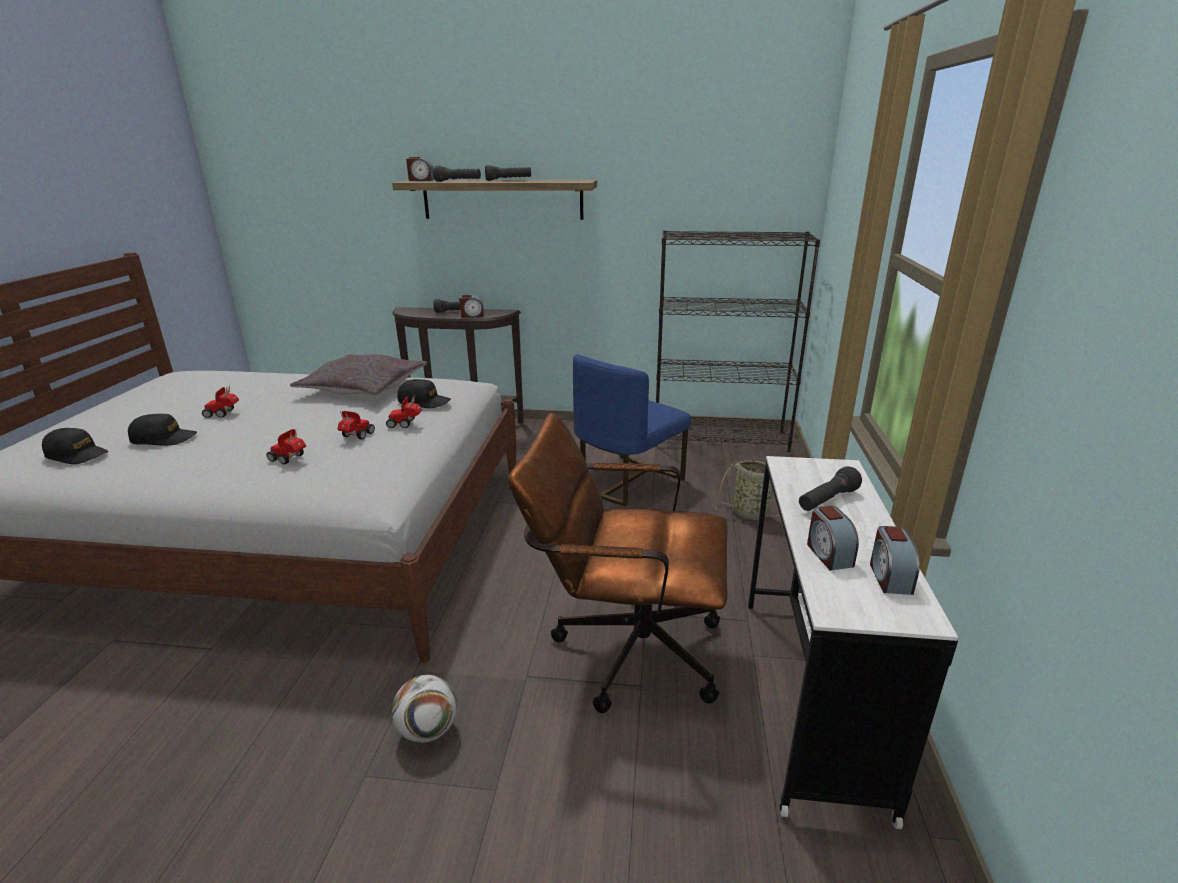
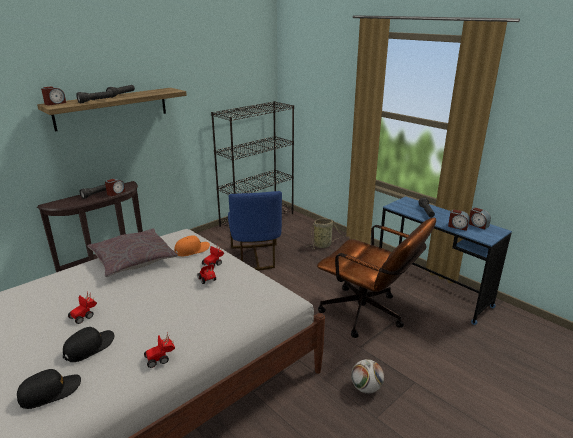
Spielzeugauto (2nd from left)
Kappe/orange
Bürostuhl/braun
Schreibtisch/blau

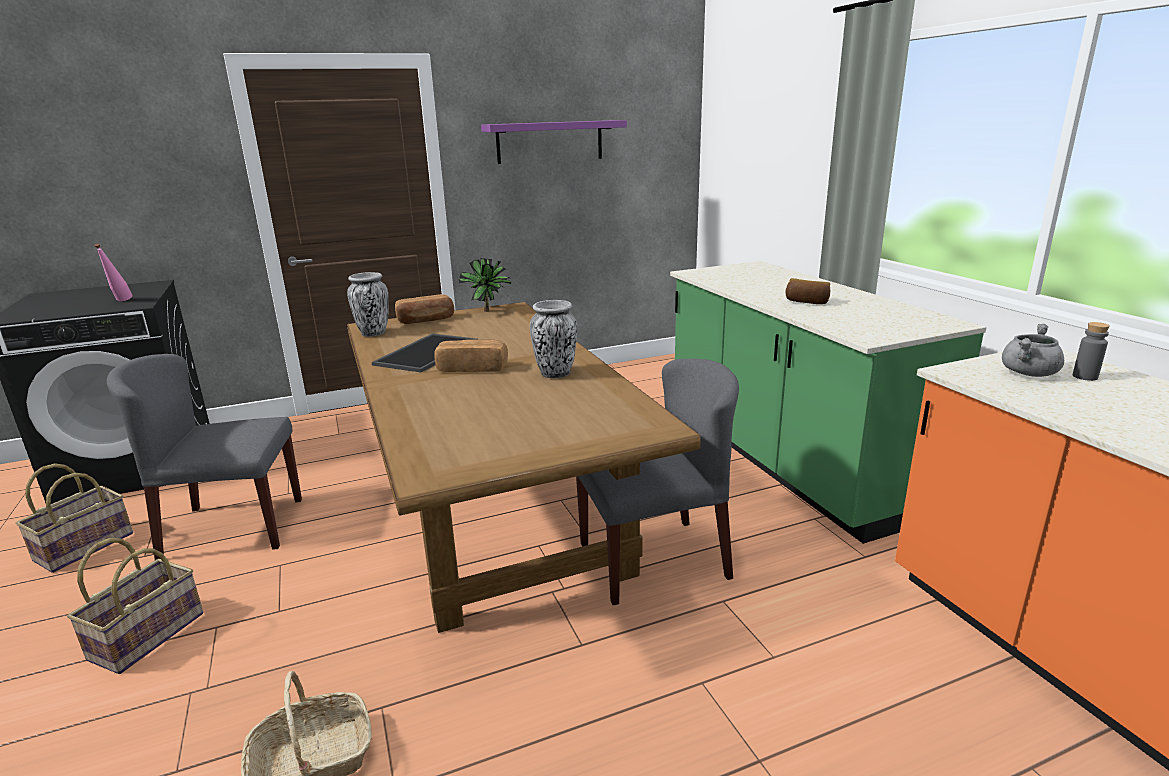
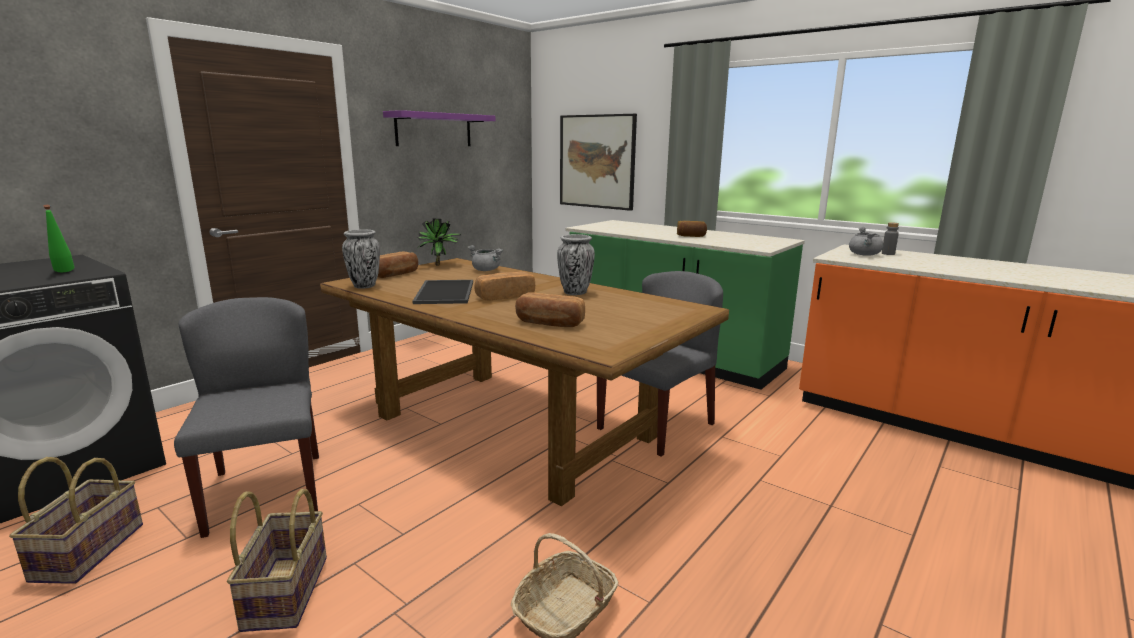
Flasche/grün
Stuhl/grau (1st from left)
Kochtopf/grau (1st from left)
Brot (3rd from left)
Bild

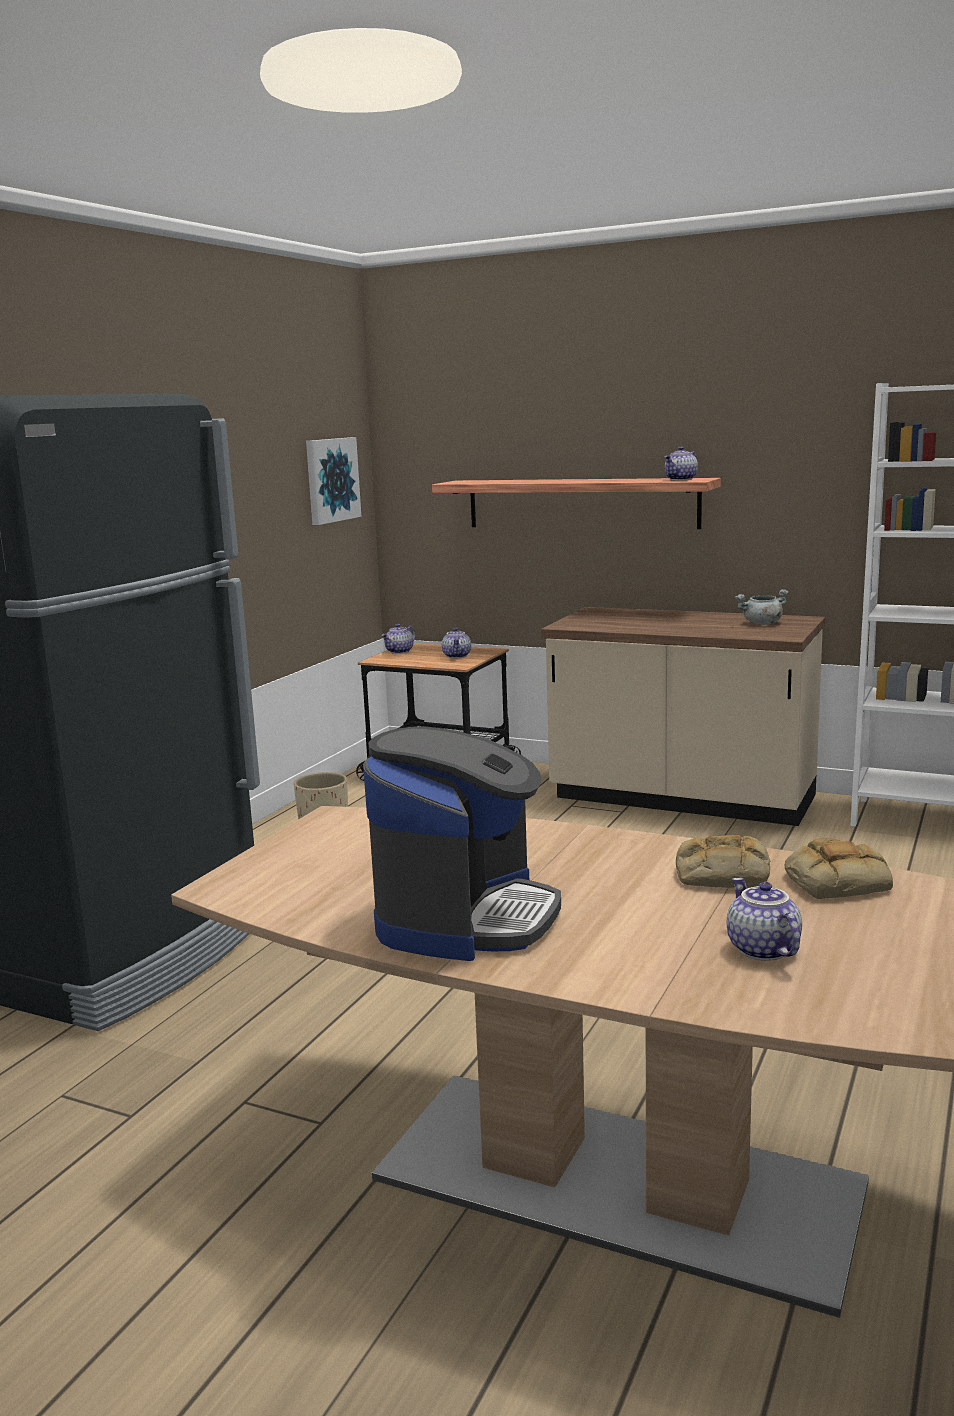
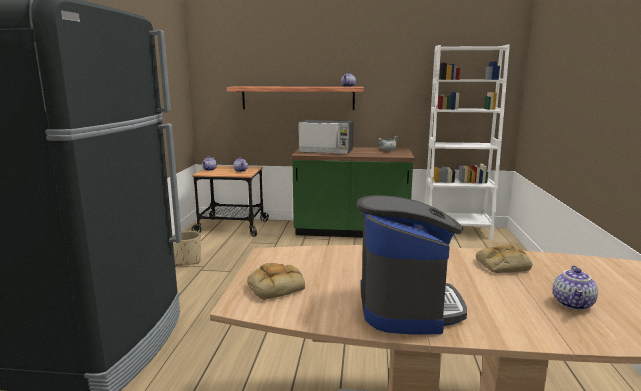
Brot (1st from left)
Küchenzeile/grün
Mikrowelle
Teekanne (4th from left)
Bild

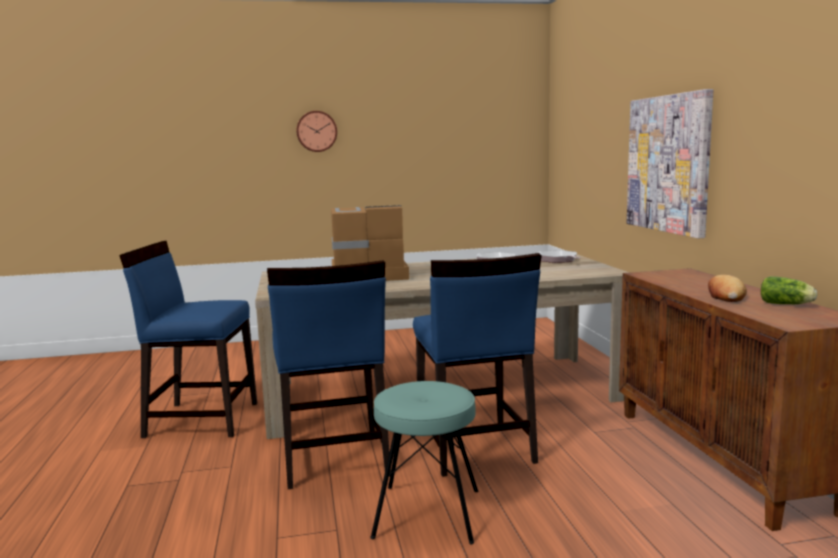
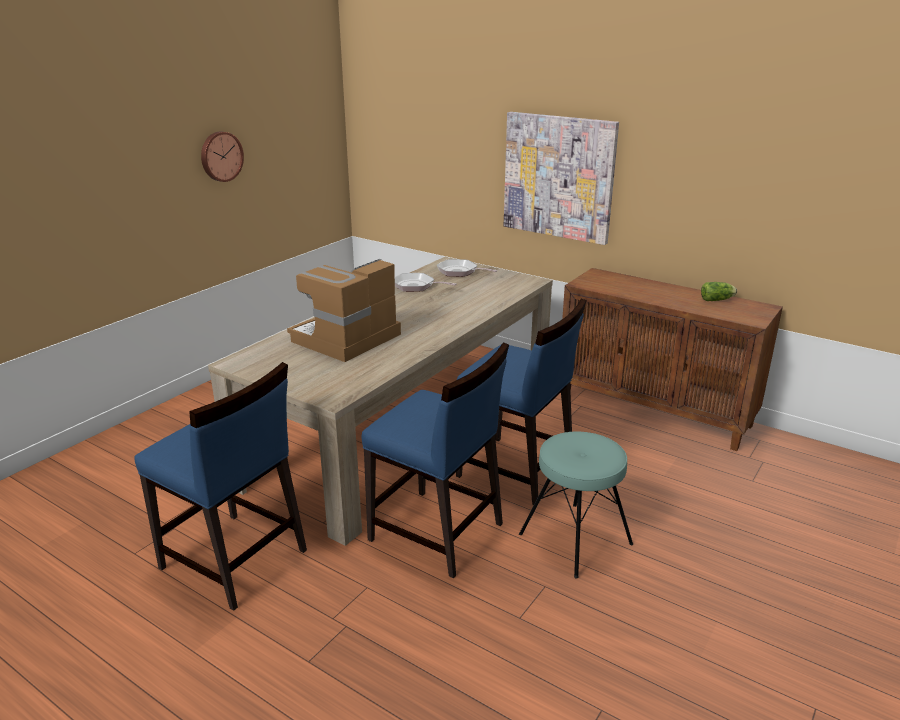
Stuhl/blau (1st from left)
Wanduhr
Brot

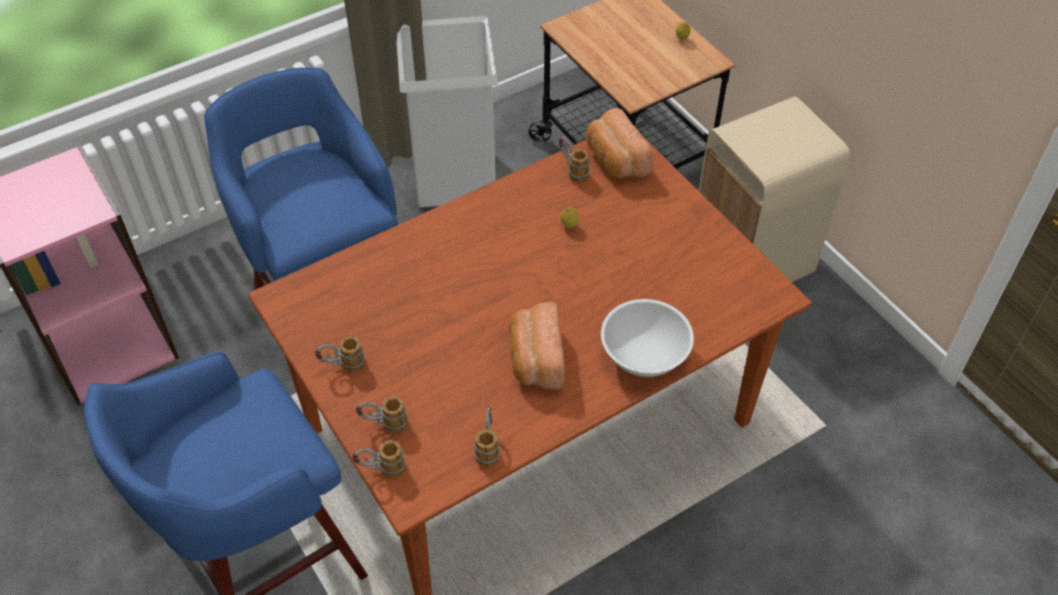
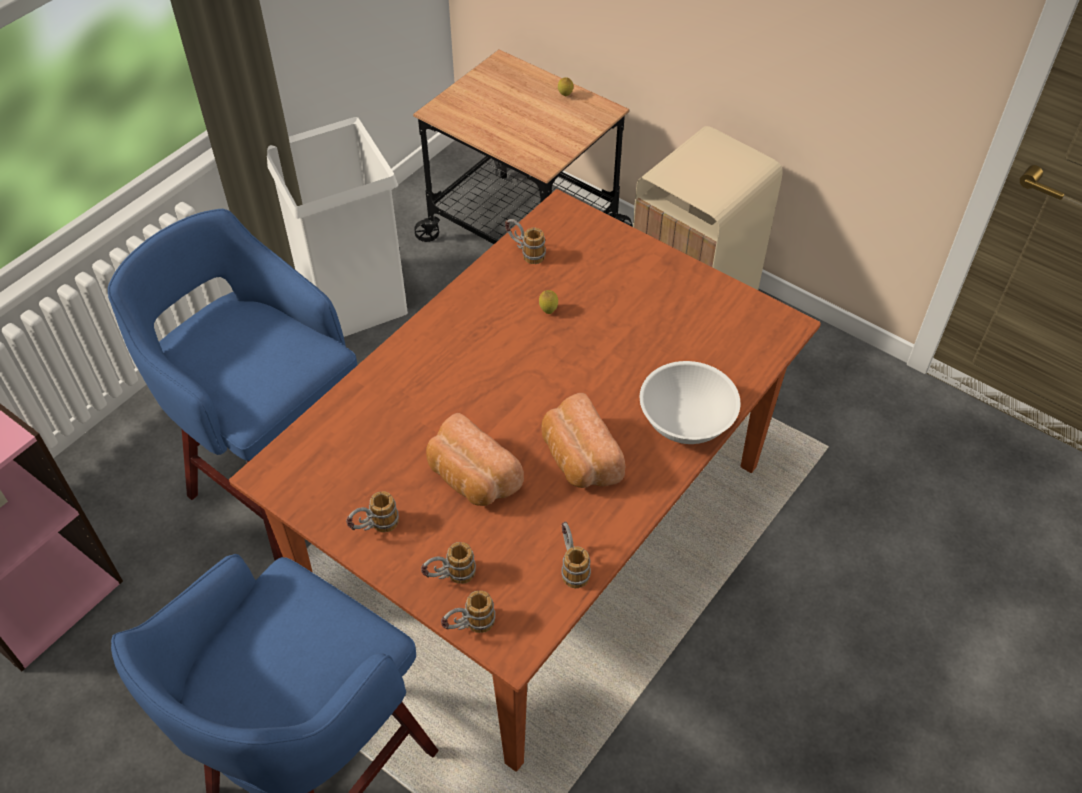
Brot (1st from left)

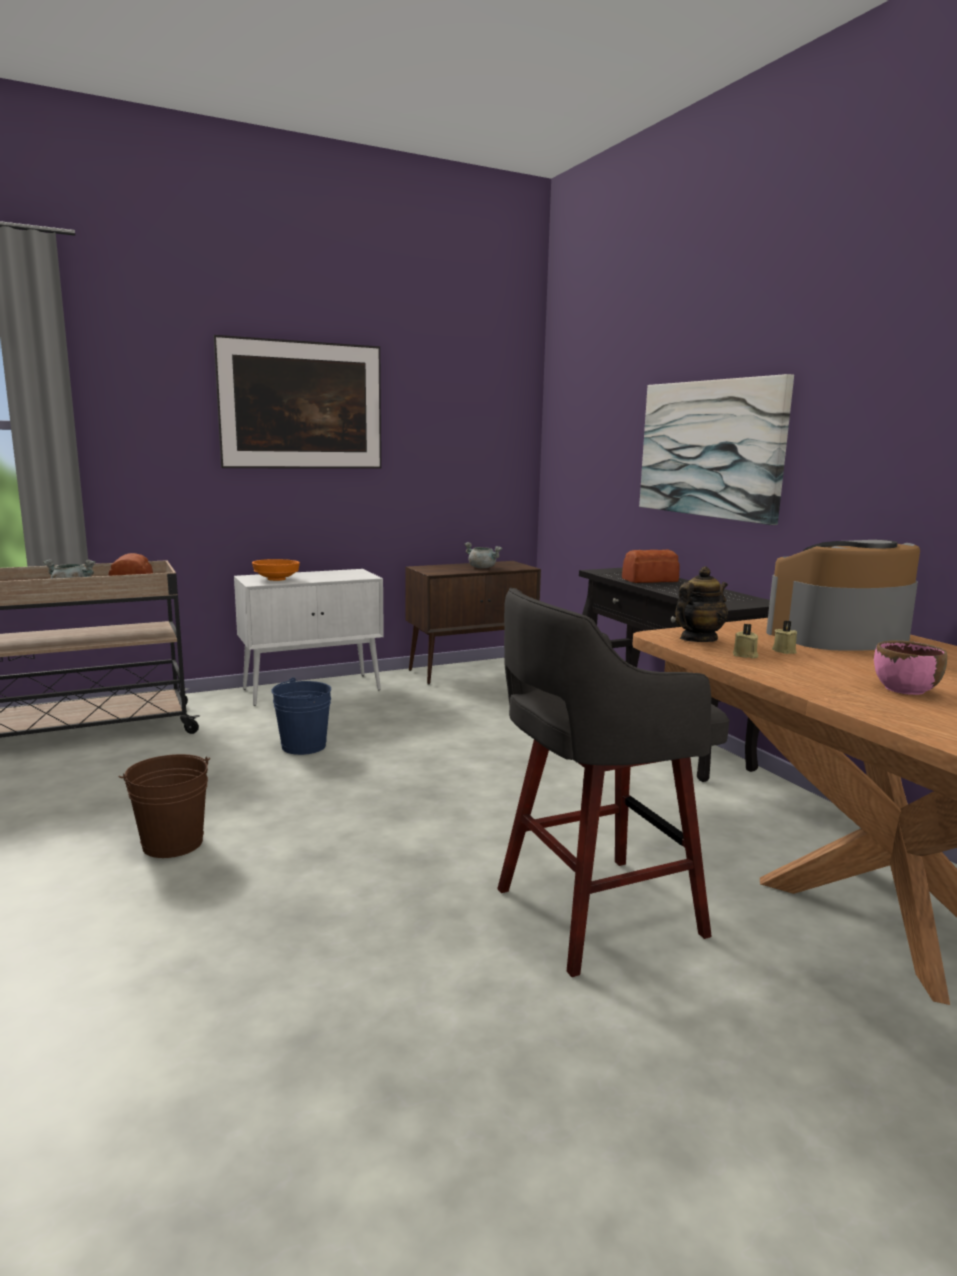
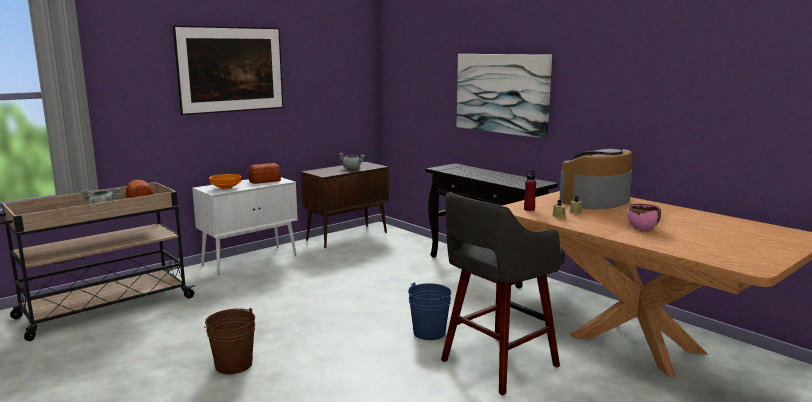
Brot (2nd from left)
Eimer/blau
Flasche/rot

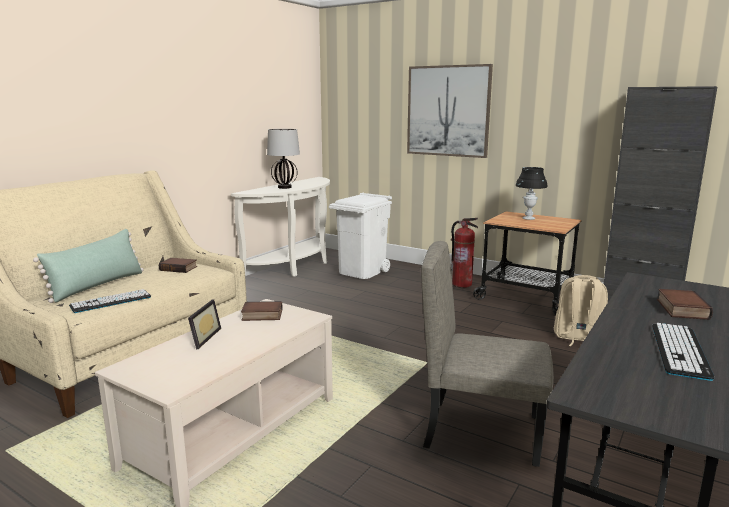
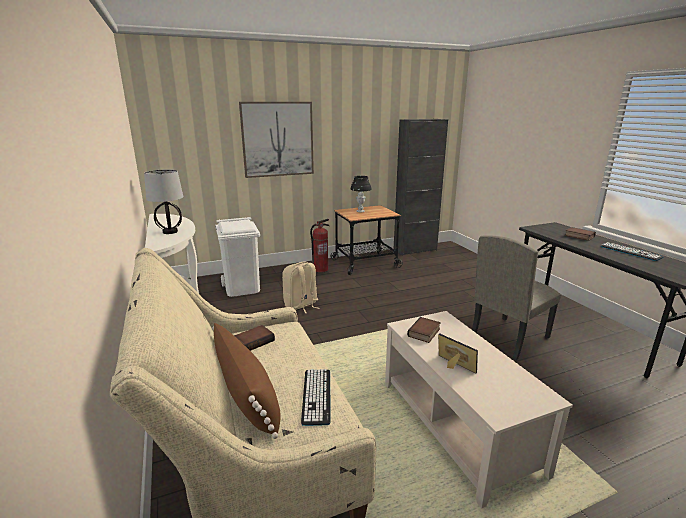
Kissen/braun
Rucksack/beige

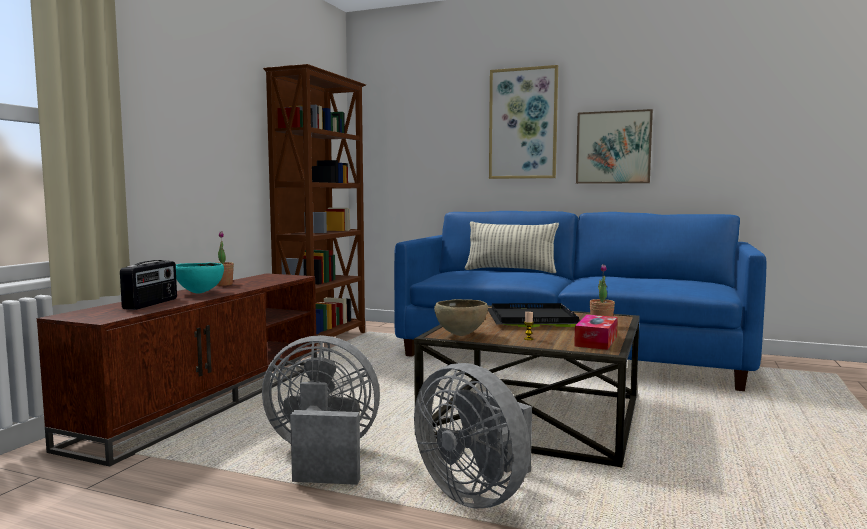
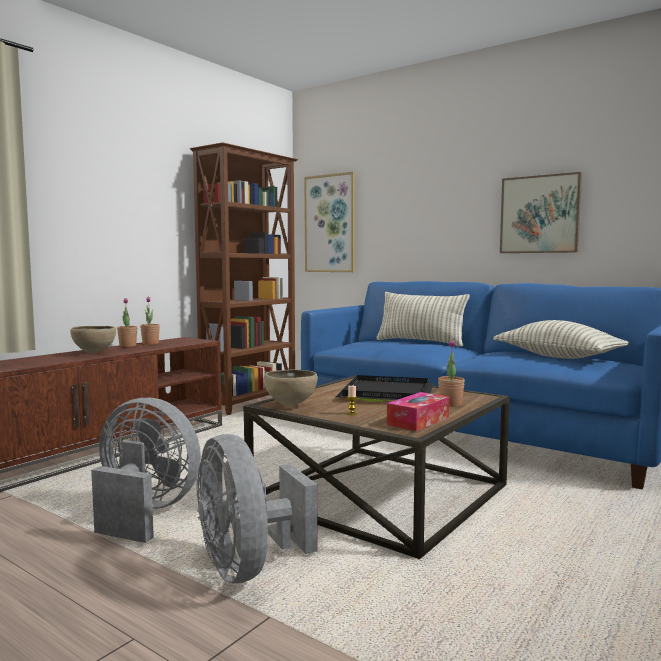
Schüssel/braun (1st from left)
Topfpflanze (2nd from left)
Bild (1st from left)
Kissen (2nd from left)
Radio

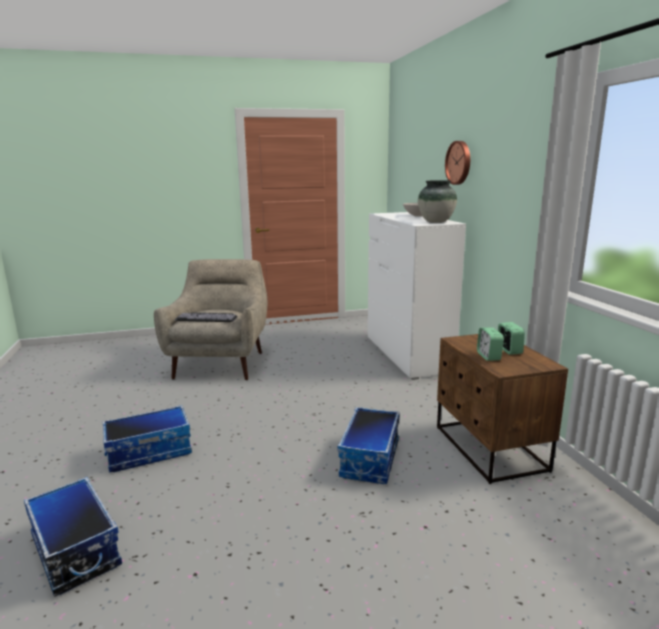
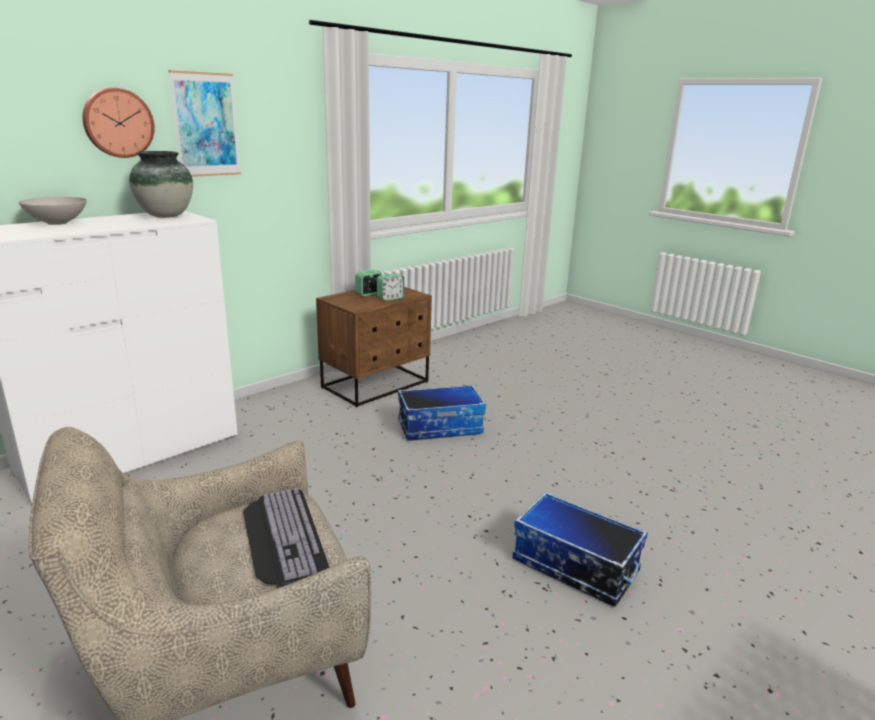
Bild
Aufbewahrungsbox (1st from left in the first image)

